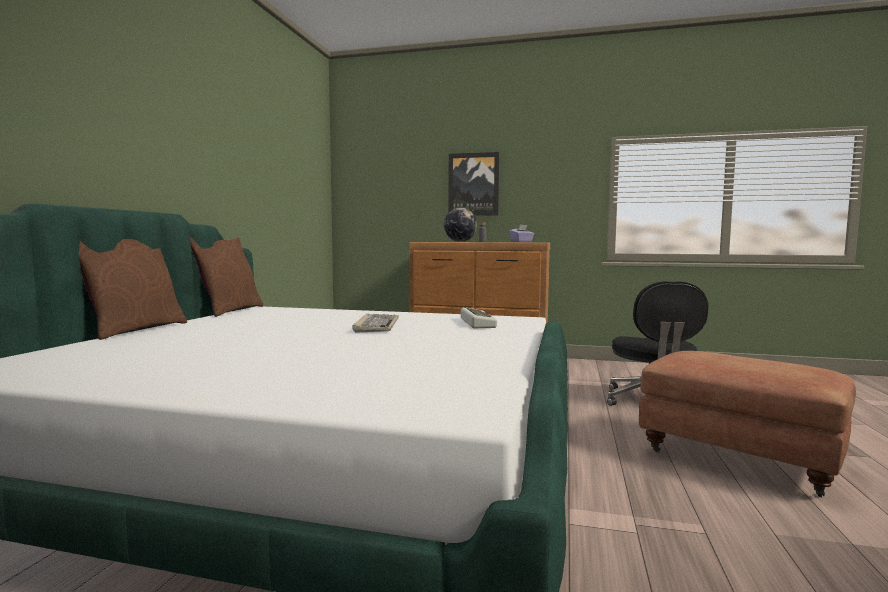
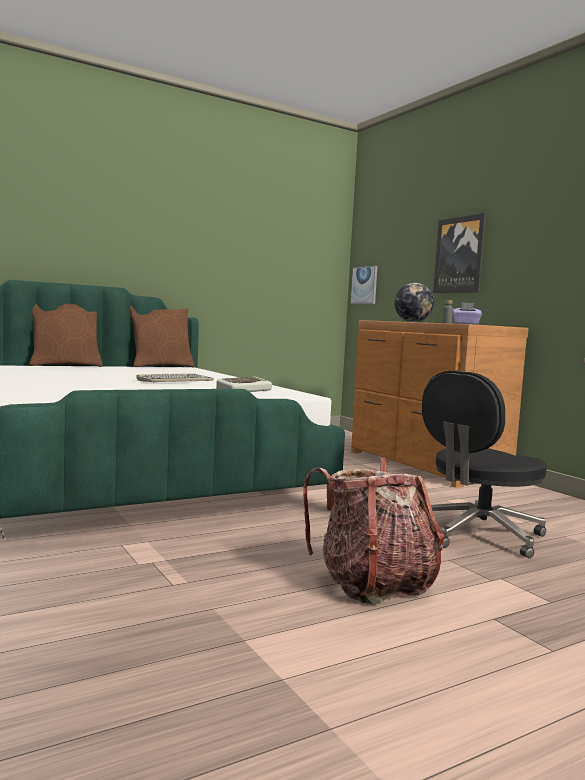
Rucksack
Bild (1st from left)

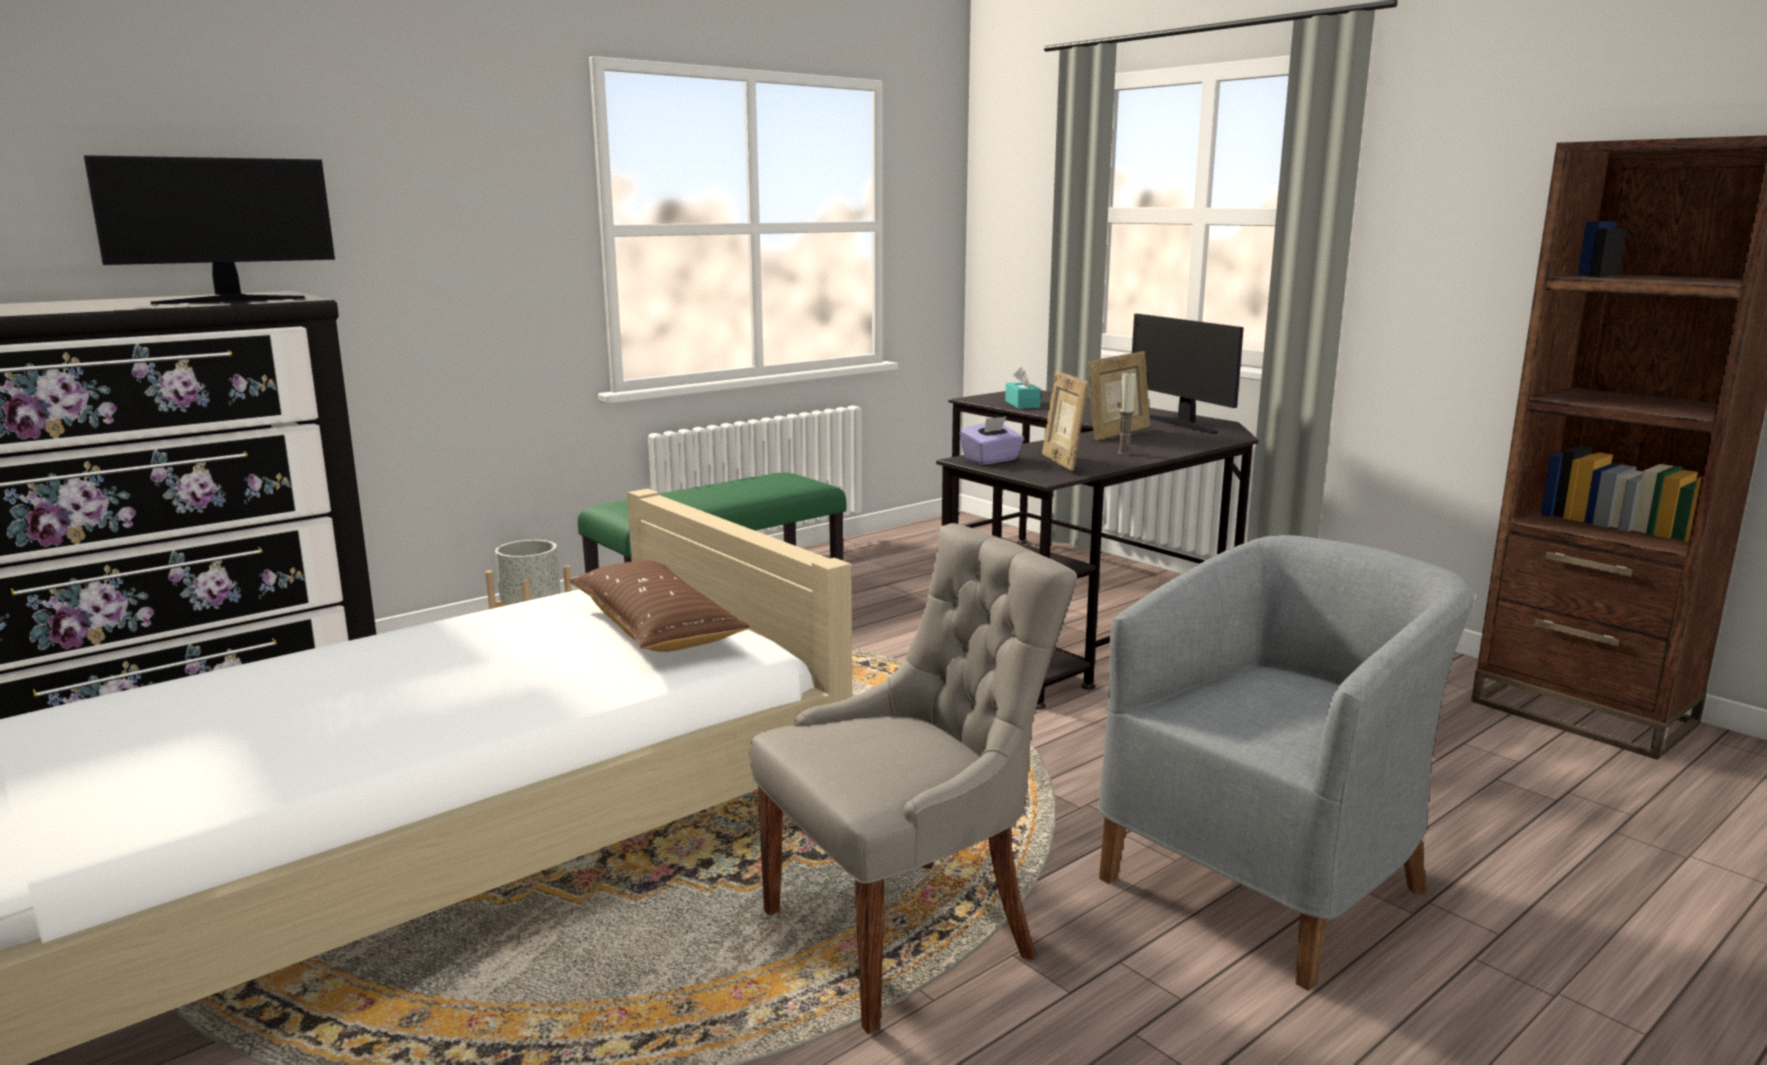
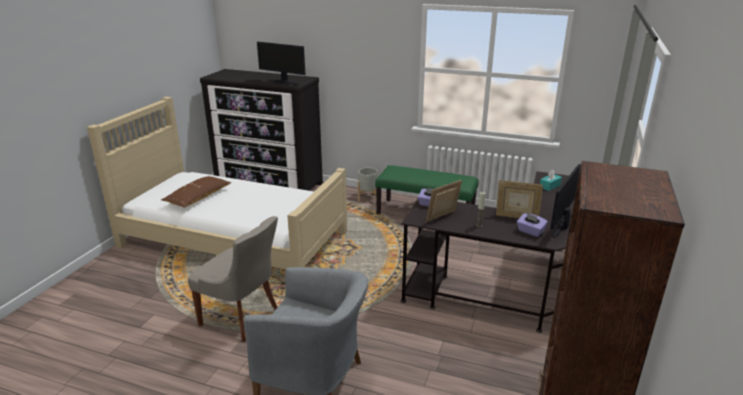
Kissen/braun
Taschentuchbox/lila (2nd from left)

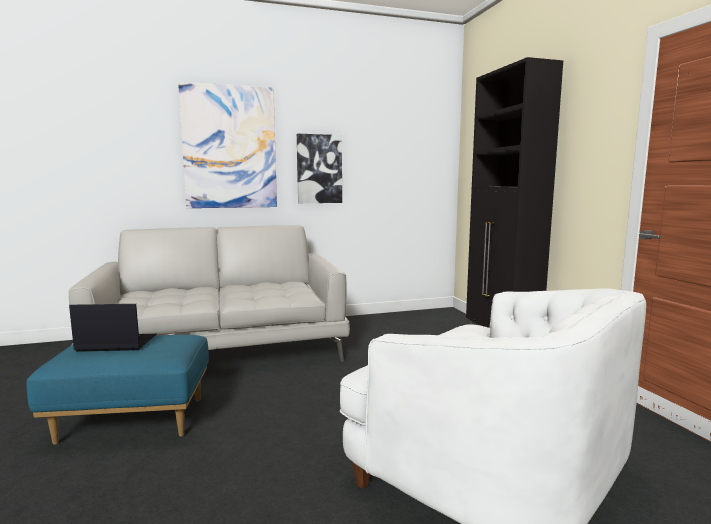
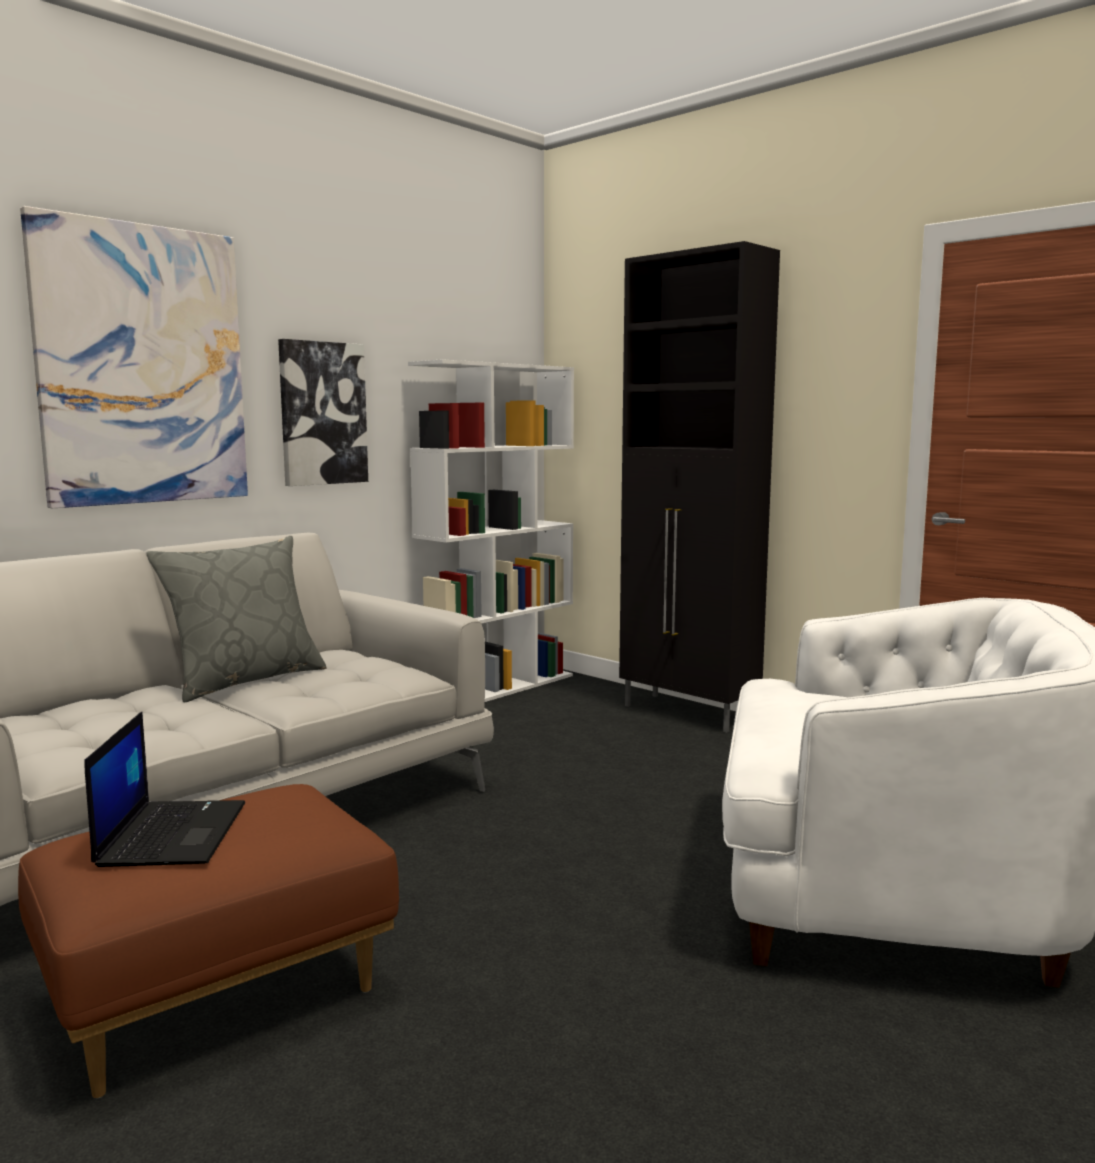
Polsterhocker/braun
Laptop
Kissen/grau
Bücherregal/weiß

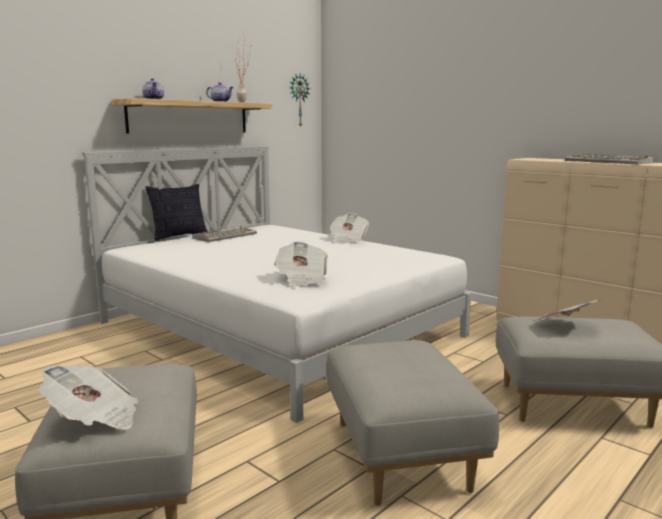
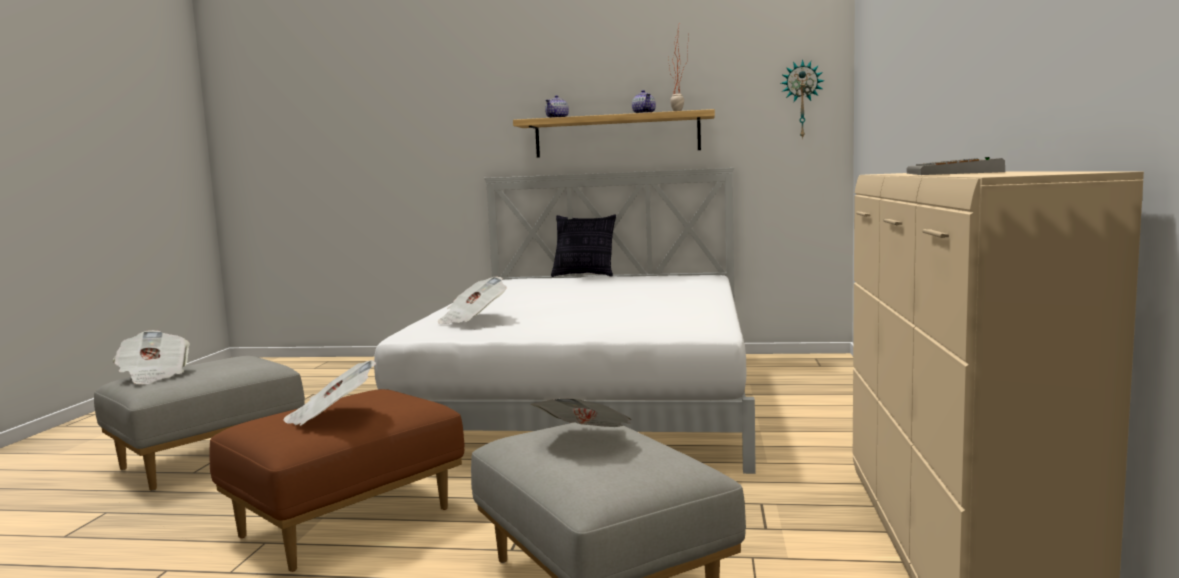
Polsterhocker/braun
Zeitung (2nd from left)
Tastatur (1st from left in the first image)

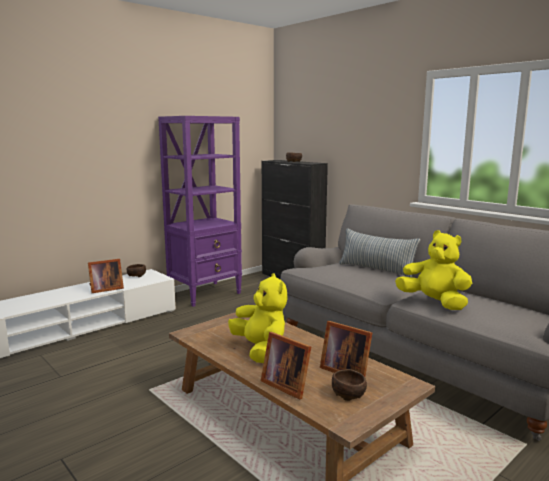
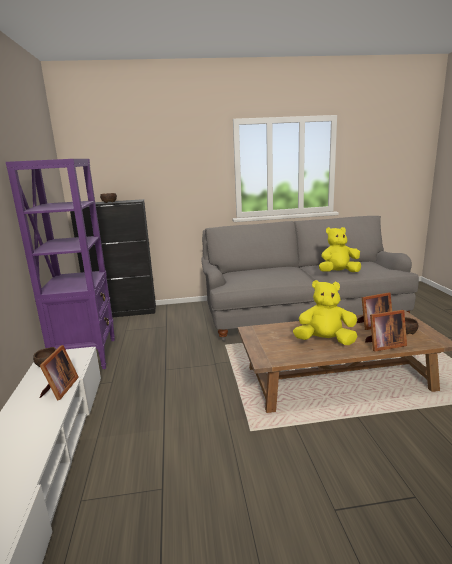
Kissen

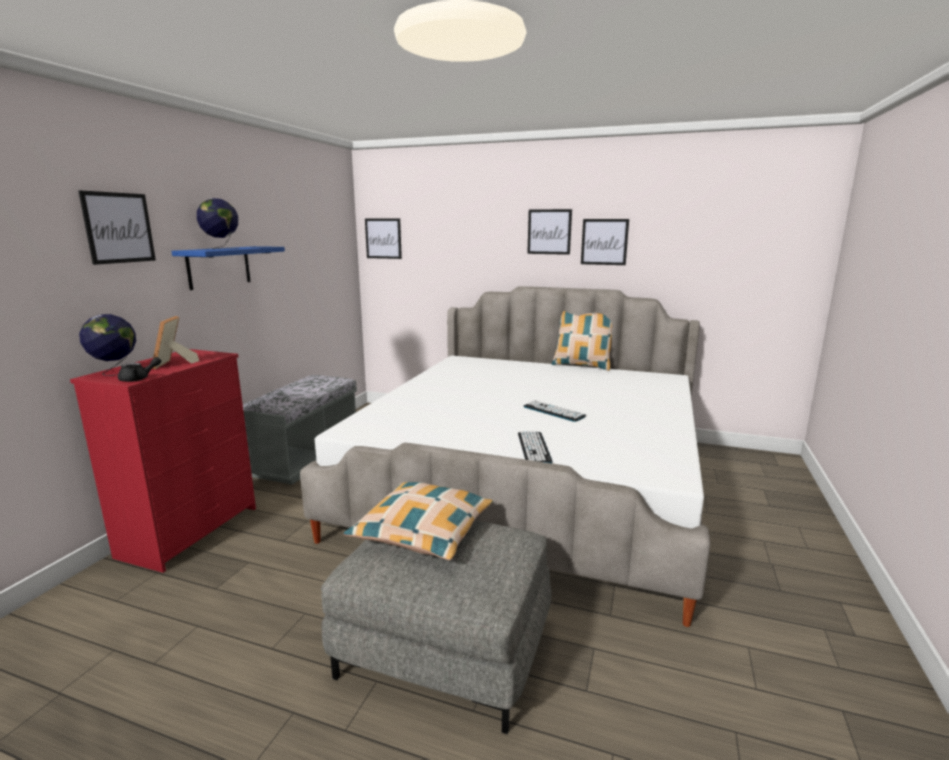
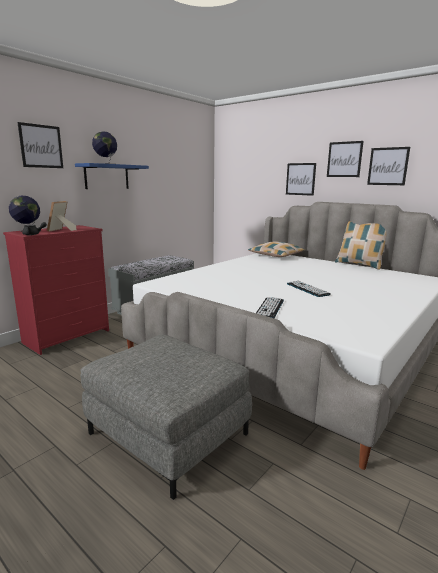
Kissen (1st from left)
Bild (2nd from left)

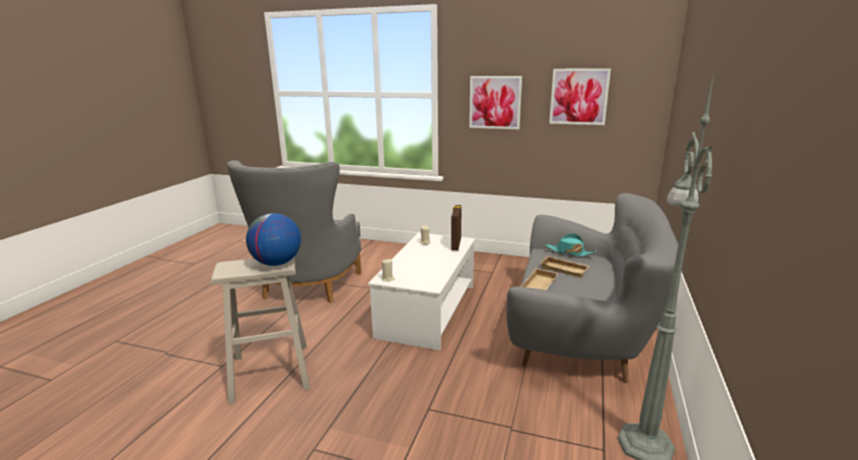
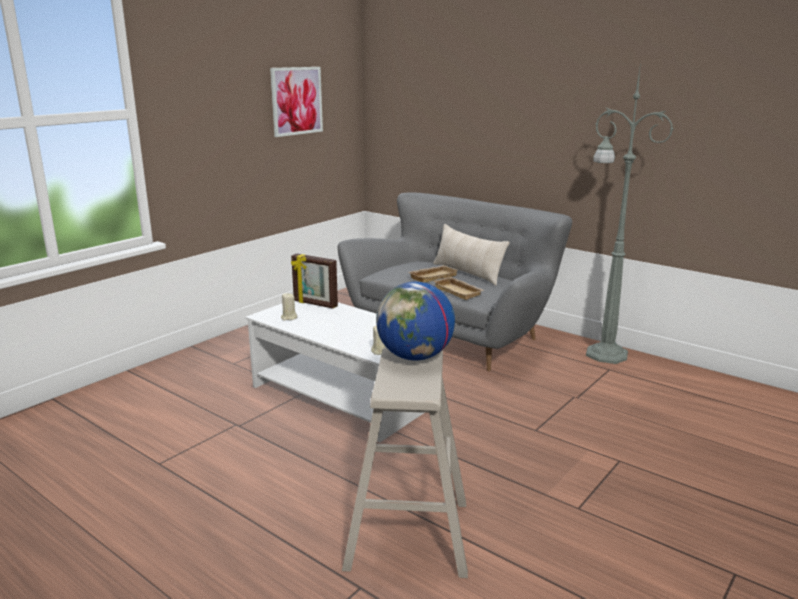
Kissen/beige
Sessel/grau
Bild (1st from left in the first image)
Hut/türkis

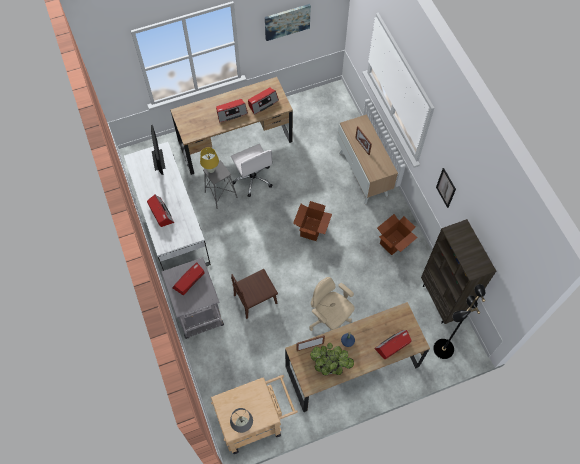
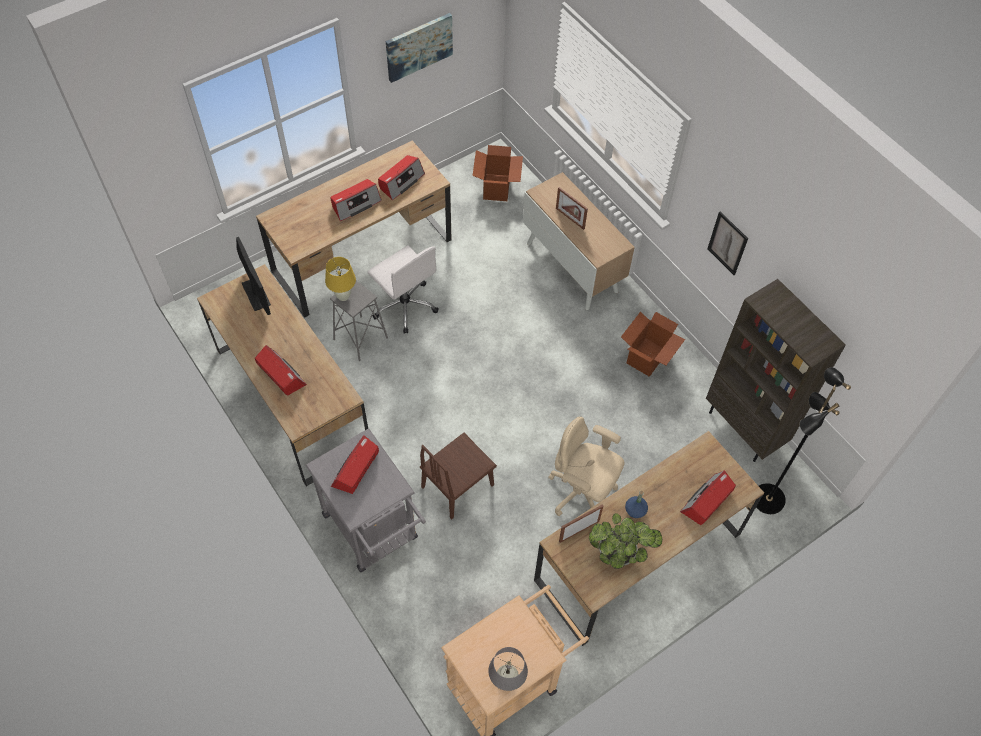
Schreibtisch/braun (1st from left)
Karton (1st from left)

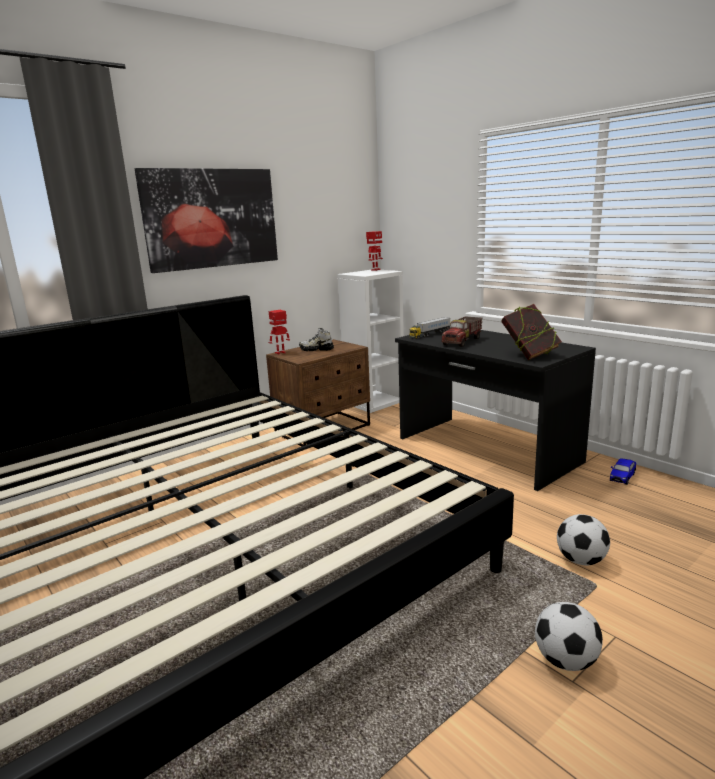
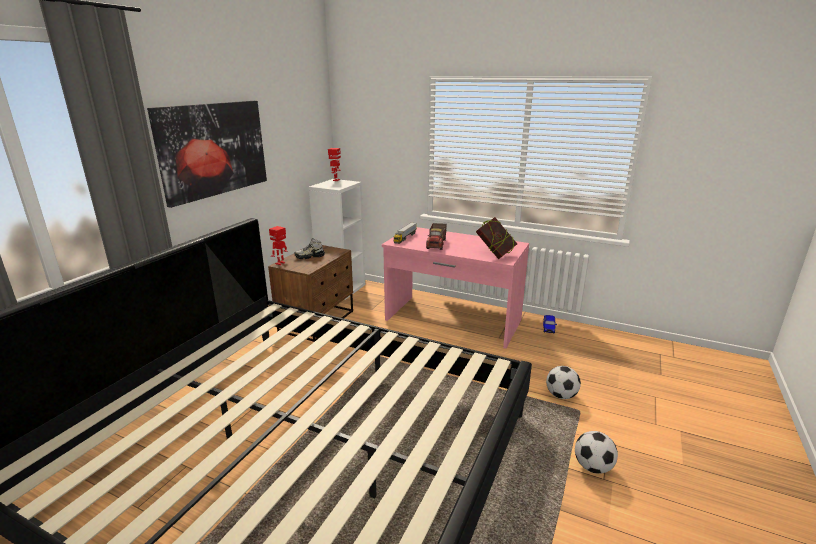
Schreibtisch/rosa

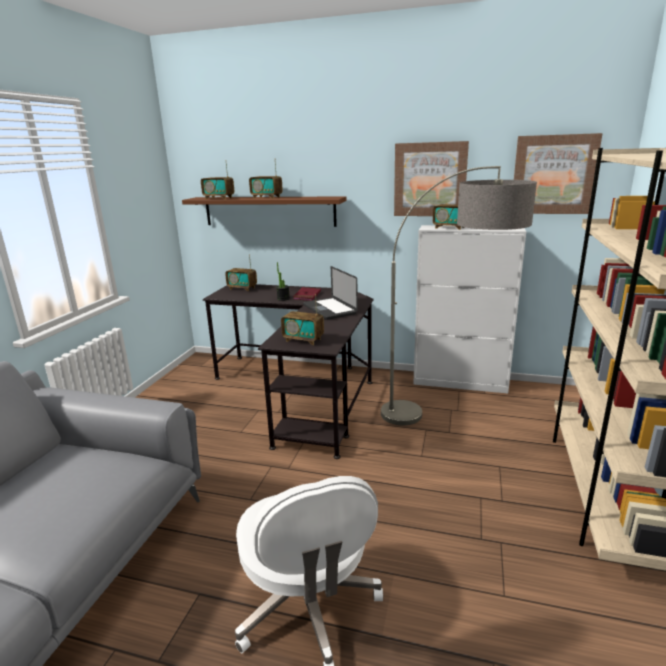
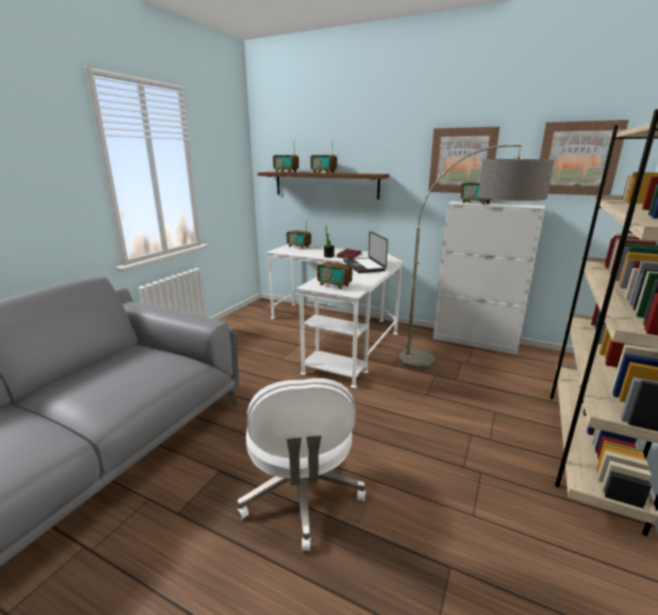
Schreibtisch/weiß

